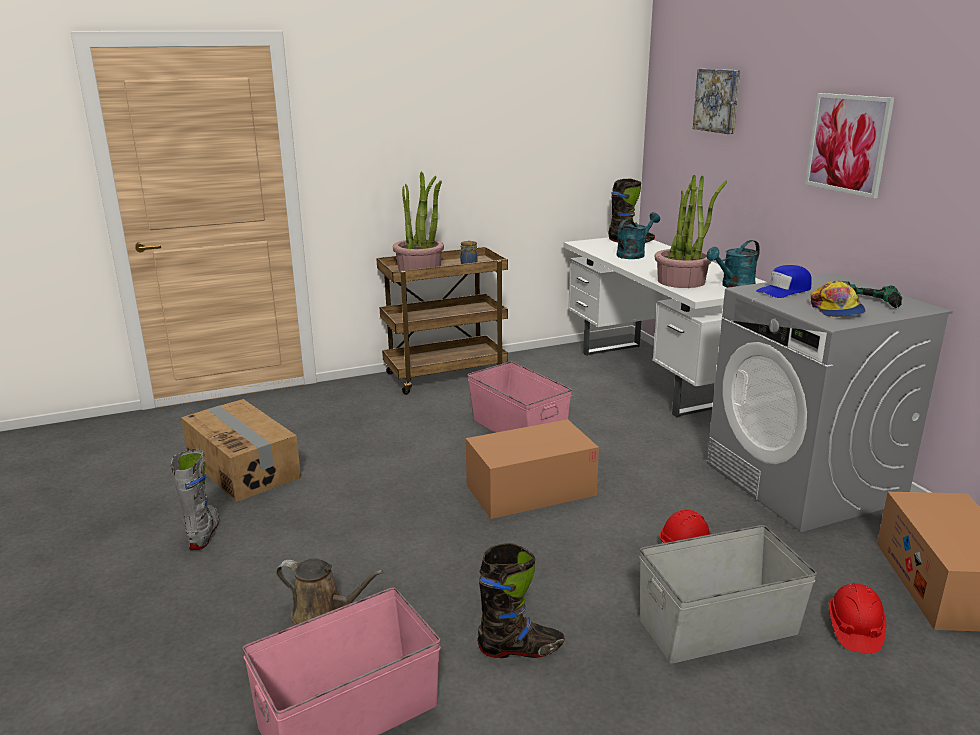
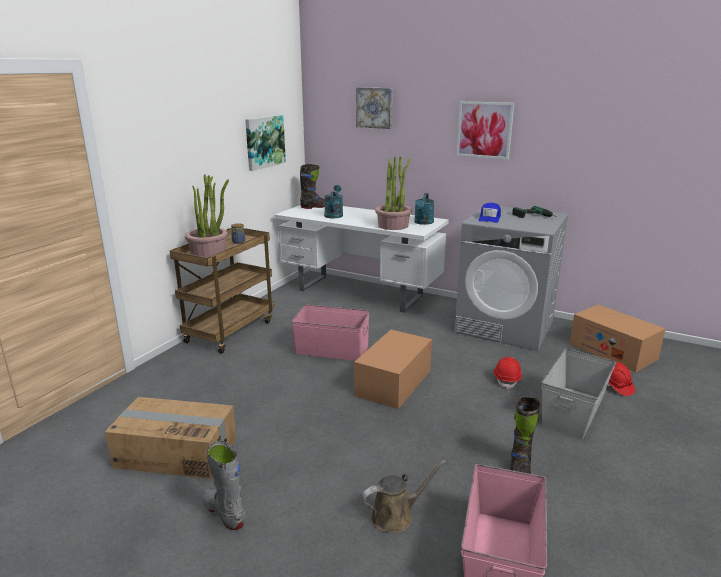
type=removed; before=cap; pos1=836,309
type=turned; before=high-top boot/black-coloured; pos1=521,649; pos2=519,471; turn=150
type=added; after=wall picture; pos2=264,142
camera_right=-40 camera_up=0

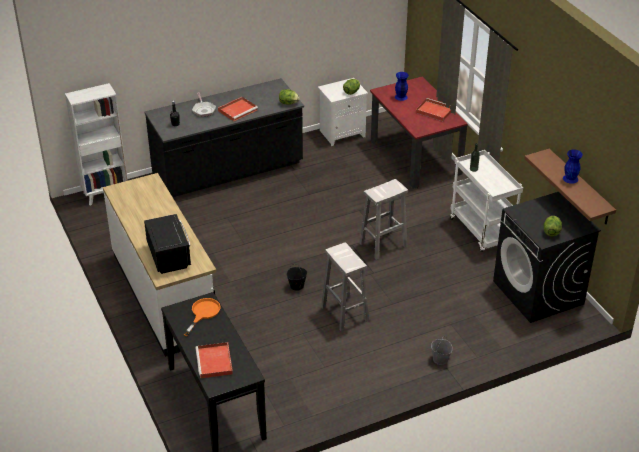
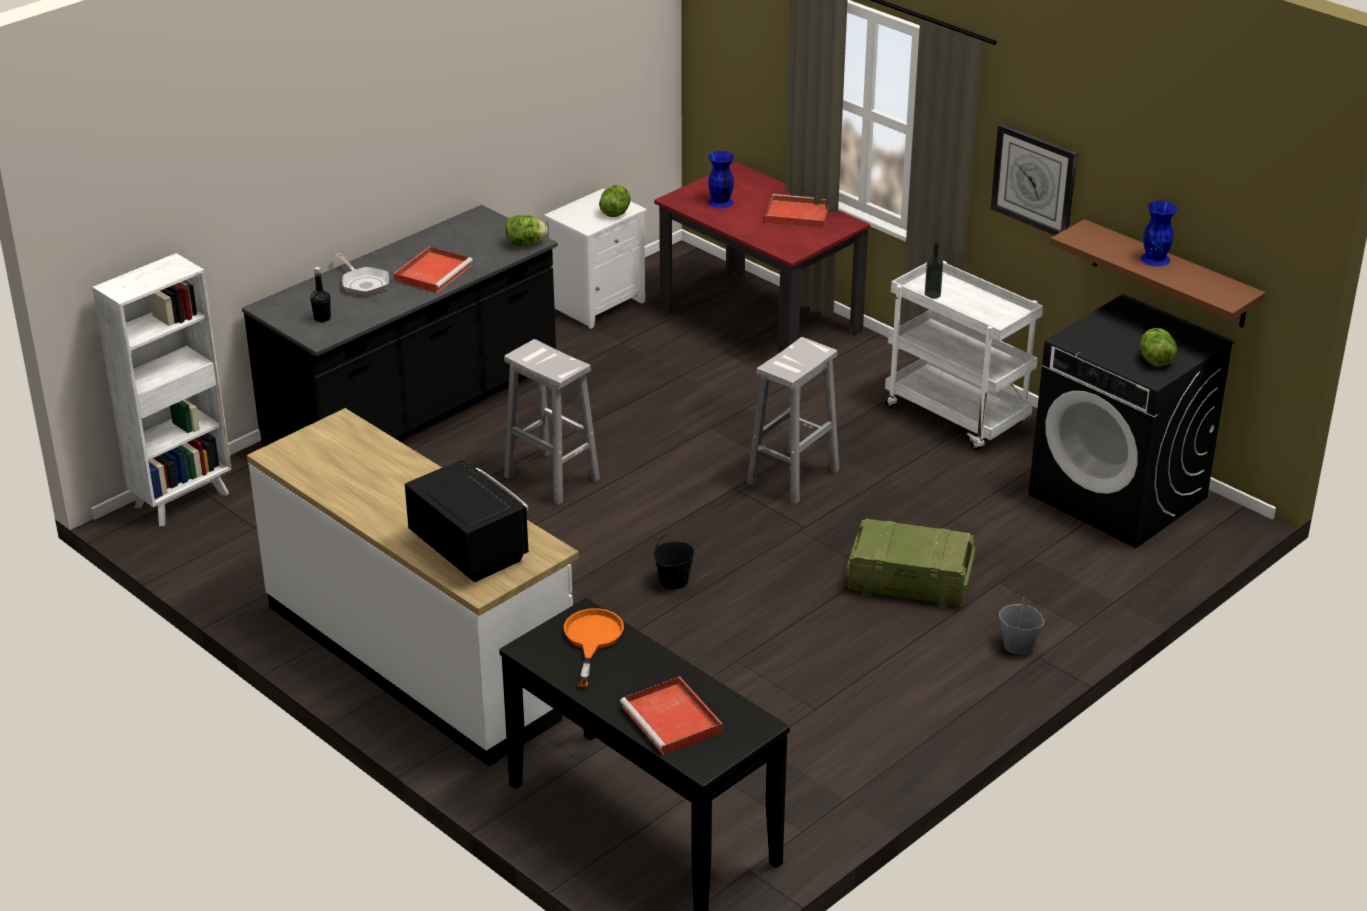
type=moved; before=stool/white-coloured; pos1=345,314; pos2=553,478
type=added; after=clock on the wall; pos2=1034,180
type=added; after=packing crate; pos2=911,581
camera_right=-20 camera_up=-5

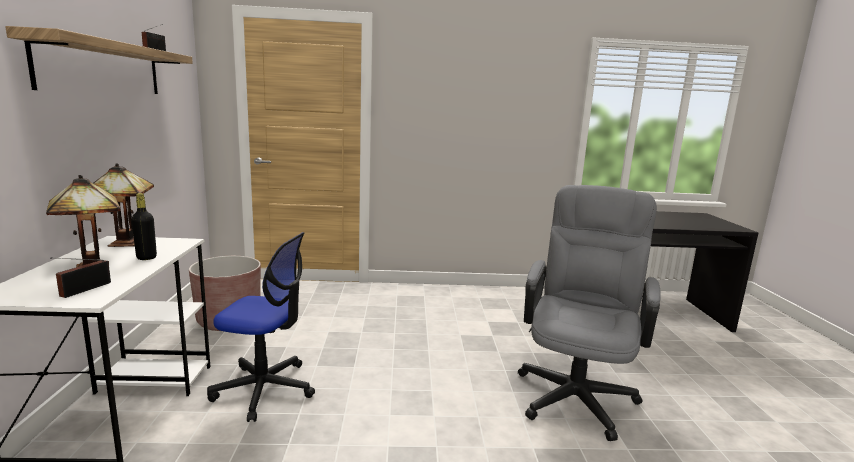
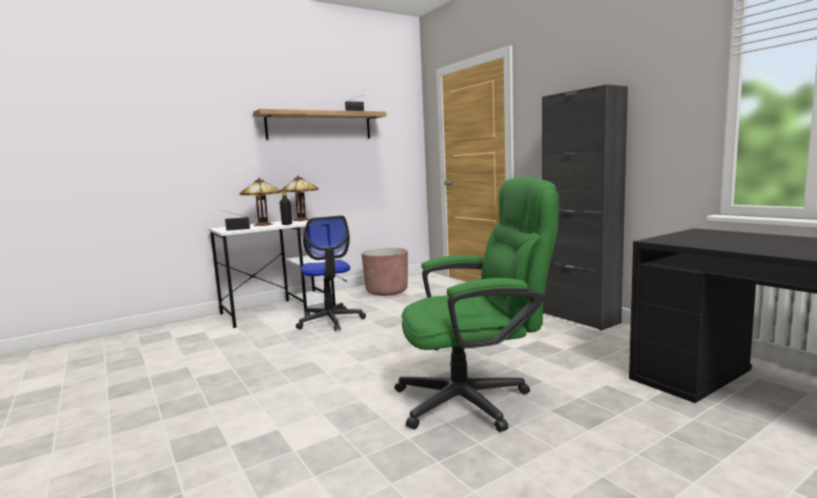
type=recoloured; before=computer chair/greyish; after=computer chair/greenish; pos1=577,391; pos2=475,399
type=added; after=storage cabinet/black-coloured; pos2=580,318
camera_right=60 camera_up=-5

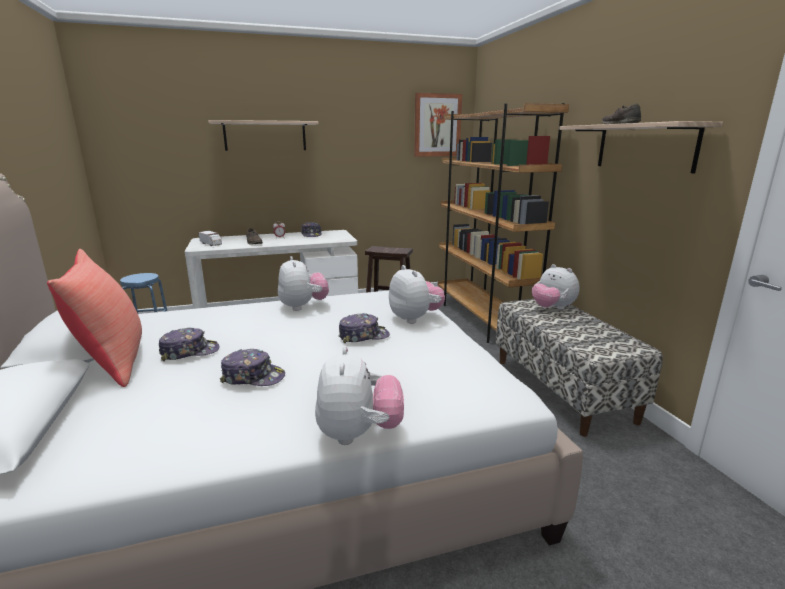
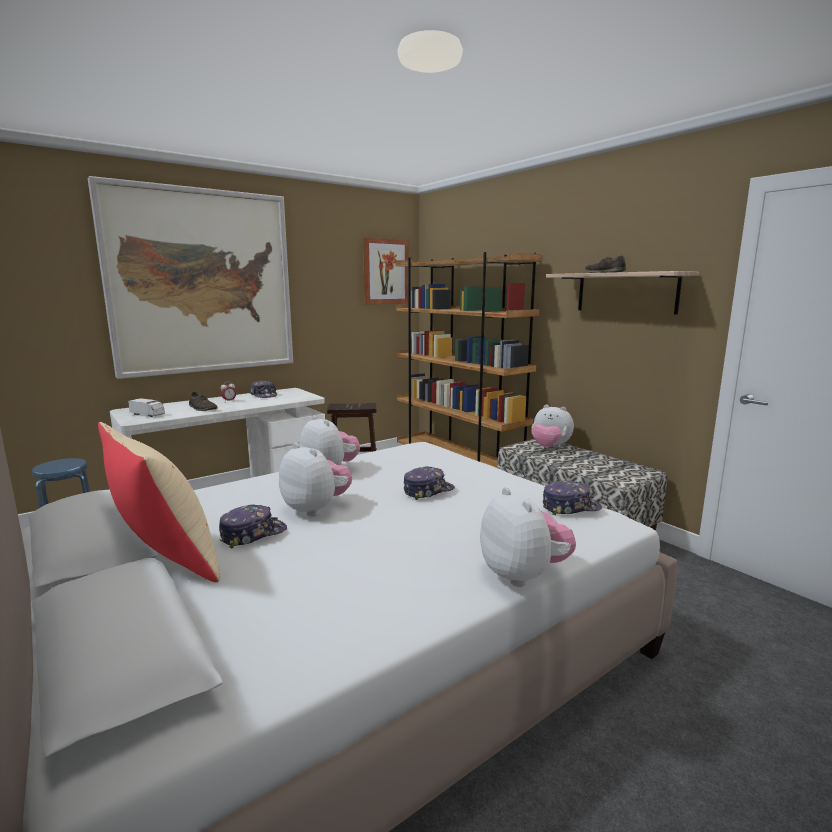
type=replaced; before=shelf; after=wall picture; pos1=265,136; pos2=202,282
type=recoloured; before=throw pillow/red; after=throw pillow/beige-coloured; pos1=113,361; pos2=165,559
type=moved; before=plush toy; pos1=415,318; pos2=316,509
type=moved; before=cap; pos1=253,377; pos2=570,507
camera_right=-20 camera_up=-5

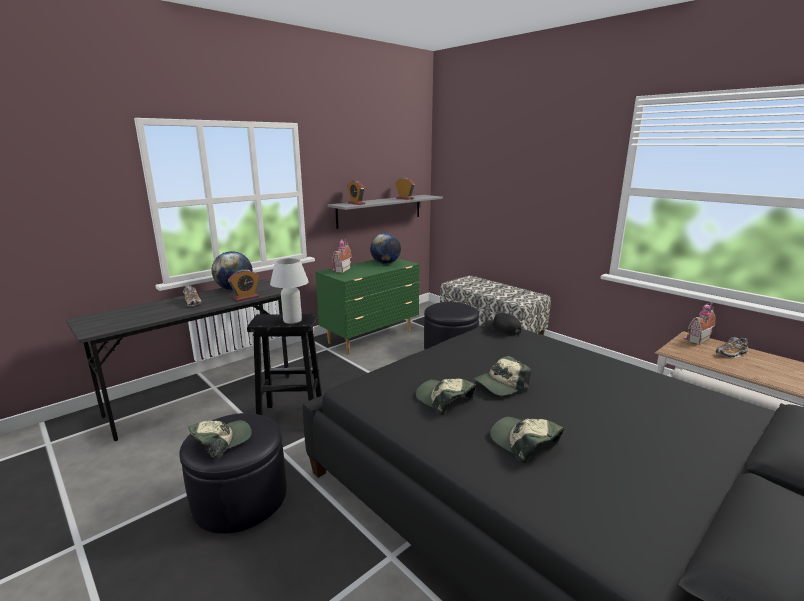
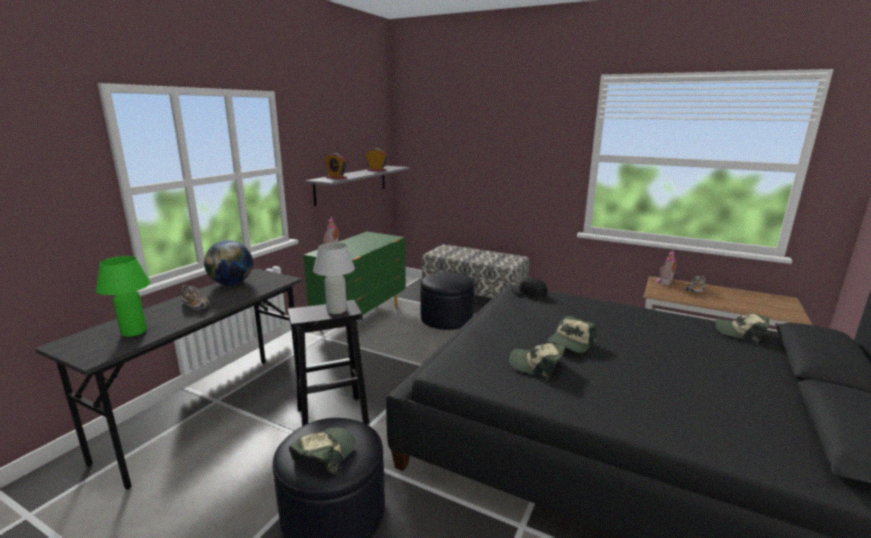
type=removed; before=world globe; pos1=385,263
type=removed; before=table clock; pos1=246,297
type=moved; before=cap; pos1=524,443; pos2=740,333
type=added; after=tabletop lamp/greenish; pos2=134,332
camera_right=-20 camera_up=0

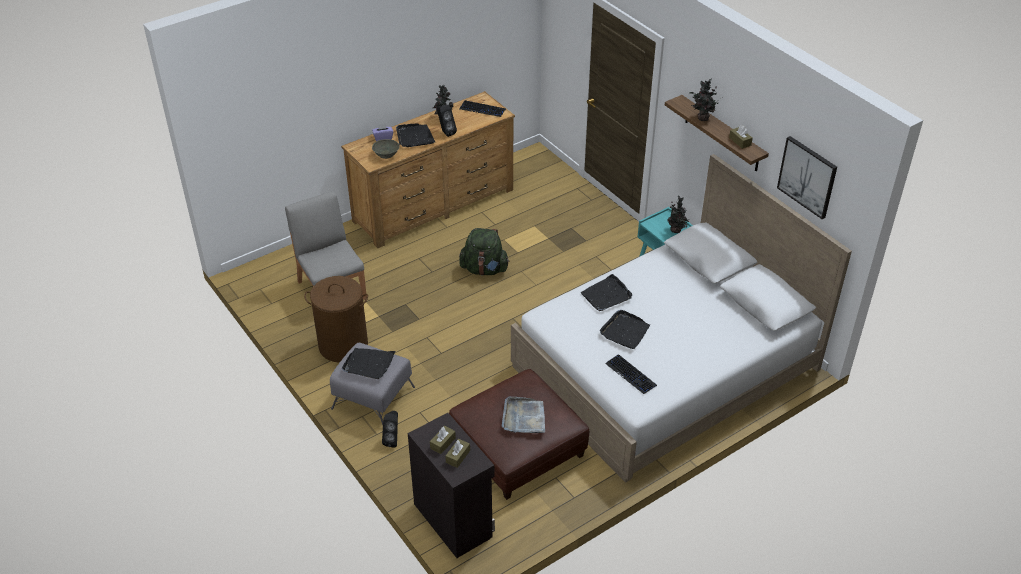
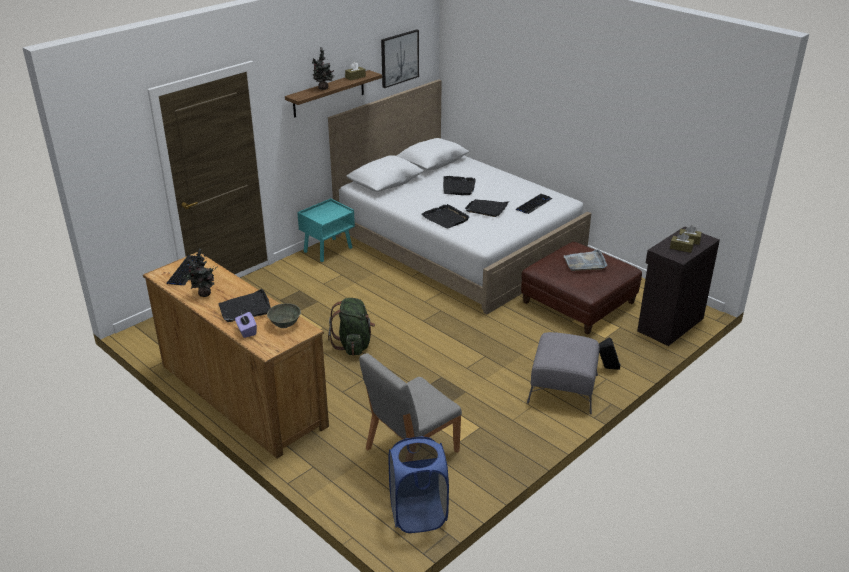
type=removed; before=speaker/black-coloured; pos1=445,132
type=removed; before=plant in a pot; pos1=676,230
type=removed; before=laundry basket/brownish; pos1=343,345
type=moved; before=serving tray/black-coloured; pos1=369,364; pos2=458,187
type=added; after=laundry basket/blue-coloured; pos2=418,514
camera_right=-100 camera_up=-10

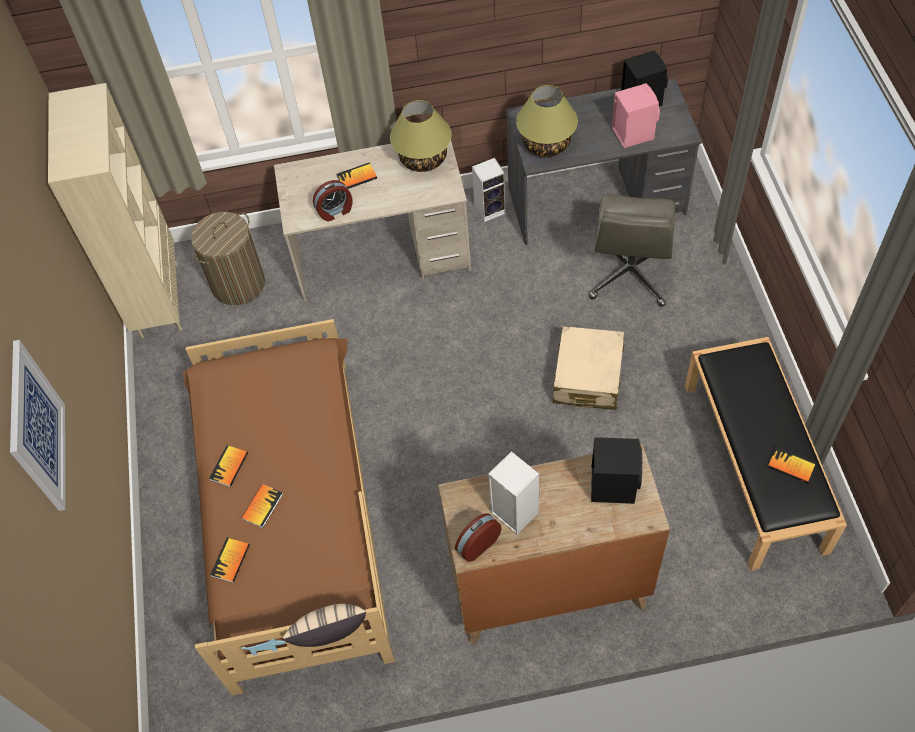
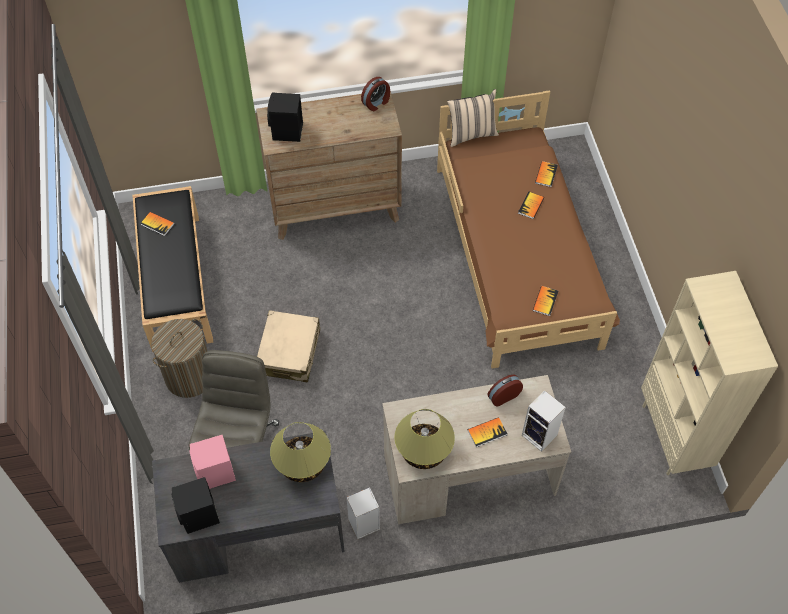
type=moved; before=laundry basket; pos1=238,284; pos2=189,376
type=removed; before=wall picture; pos1=36,427
type=moved; before=book; pos1=229,466; pos2=545,301
type=moved; before=speaker; pos1=513,512; pos2=540,436
camera_right=175 camera_up=0

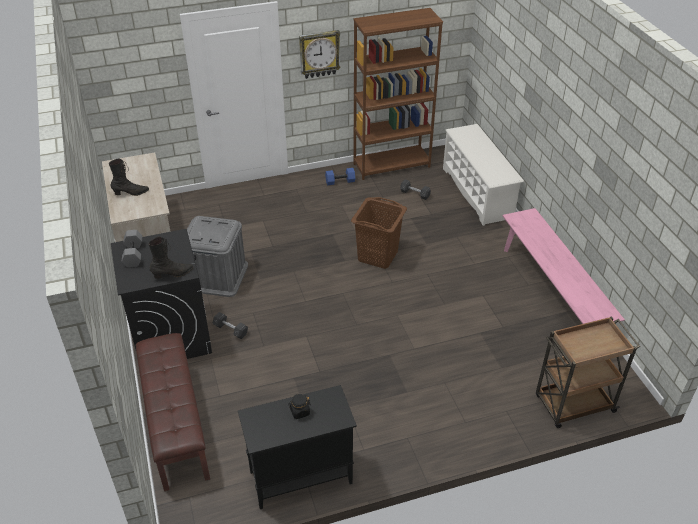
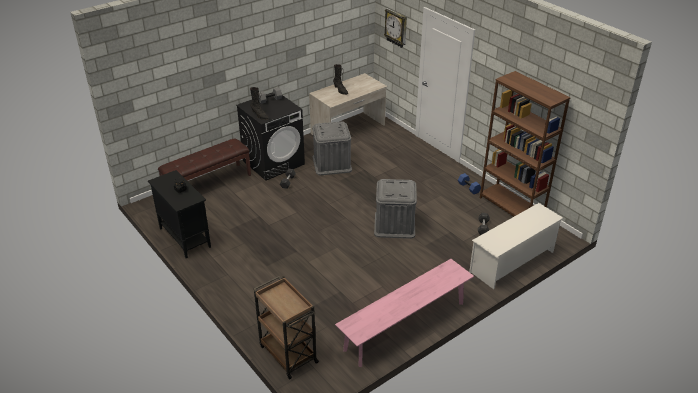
type=moved; before=clock on the wall; pos1=319,54; pos2=396,28
type=replaced; before=laundry basket/brownish; after=storage container/greyish; pos1=378,255; pos2=394,225
camera_right=70 camera_up=-5

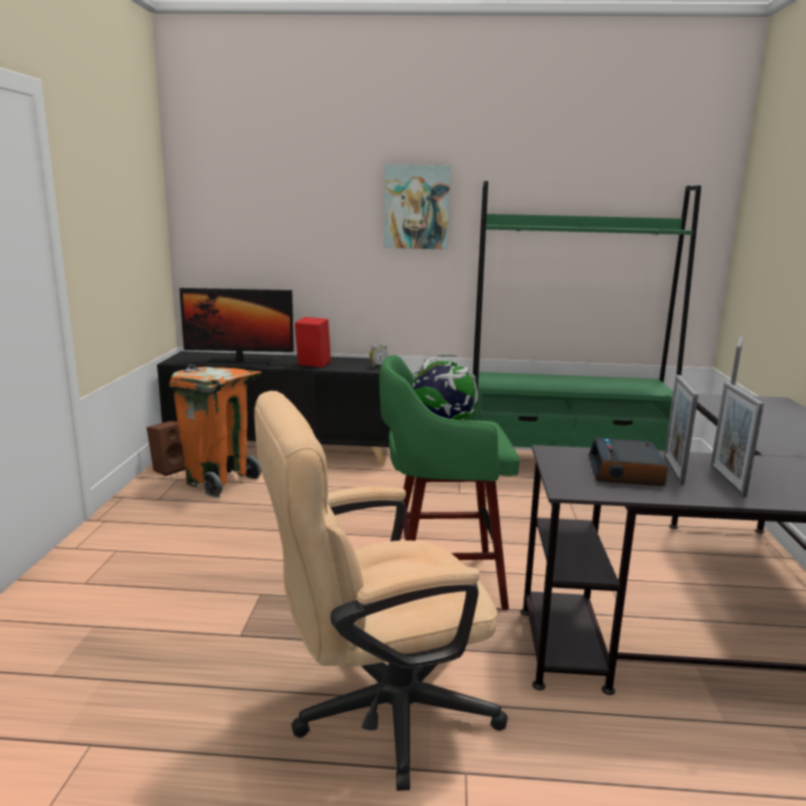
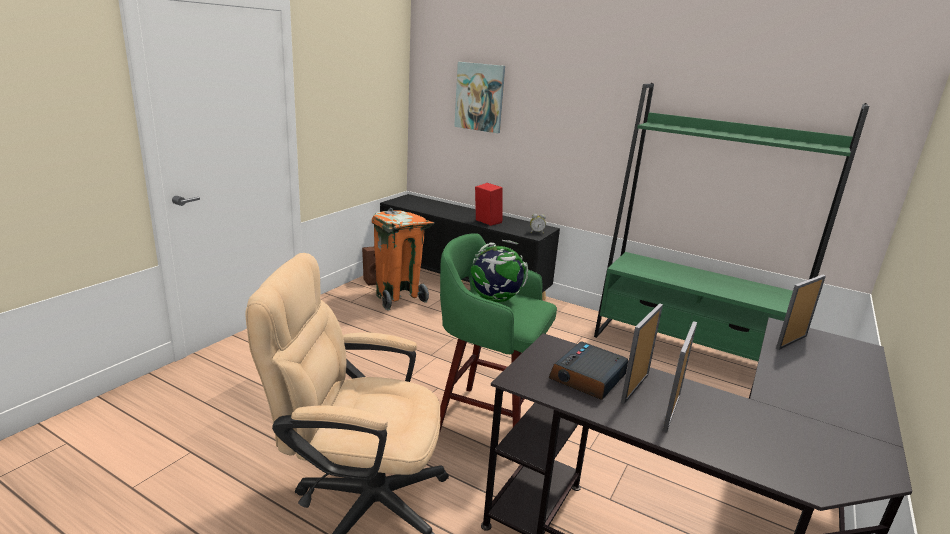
type=moved; before=wall picture; pos1=416,207; pos2=480,97
type=removed; before=monitor; pos1=239,362
camera_right=25 camera_up=5

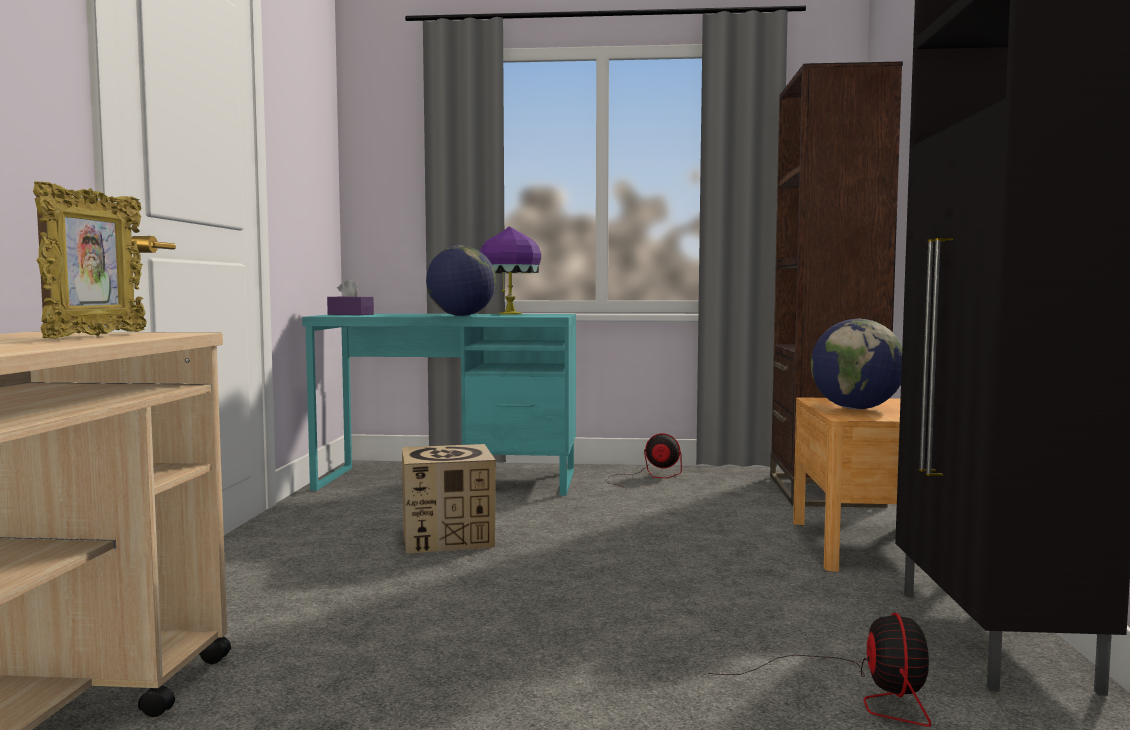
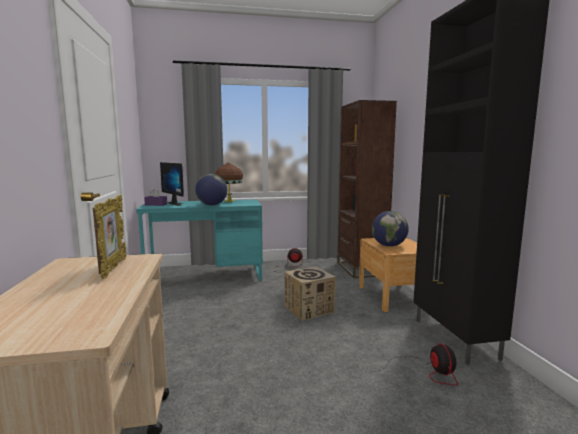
type=recoloured; before=tabletop lamp/purple-coloured; after=tabletop lamp/brownish; pos1=510,314; pos2=229,201
type=moved; before=carton; pos1=448,537; pos2=309,309
type=added; after=monitor; pos2=177,203
camera_right=-15 camera_up=5

